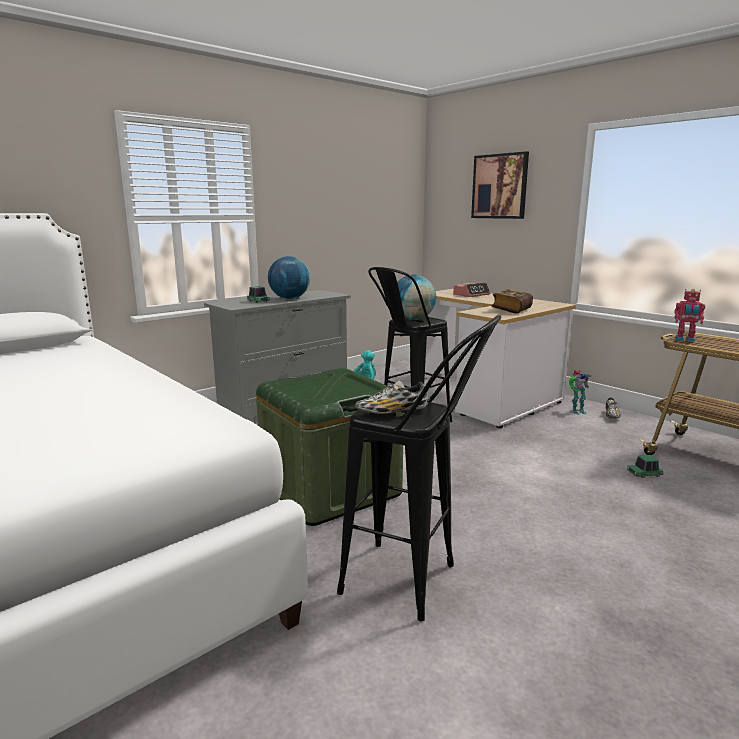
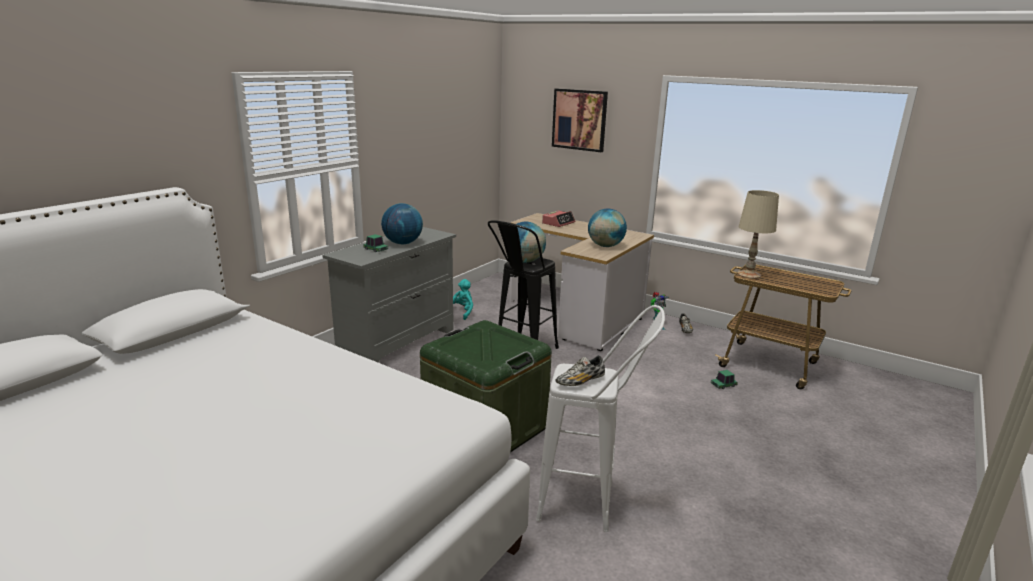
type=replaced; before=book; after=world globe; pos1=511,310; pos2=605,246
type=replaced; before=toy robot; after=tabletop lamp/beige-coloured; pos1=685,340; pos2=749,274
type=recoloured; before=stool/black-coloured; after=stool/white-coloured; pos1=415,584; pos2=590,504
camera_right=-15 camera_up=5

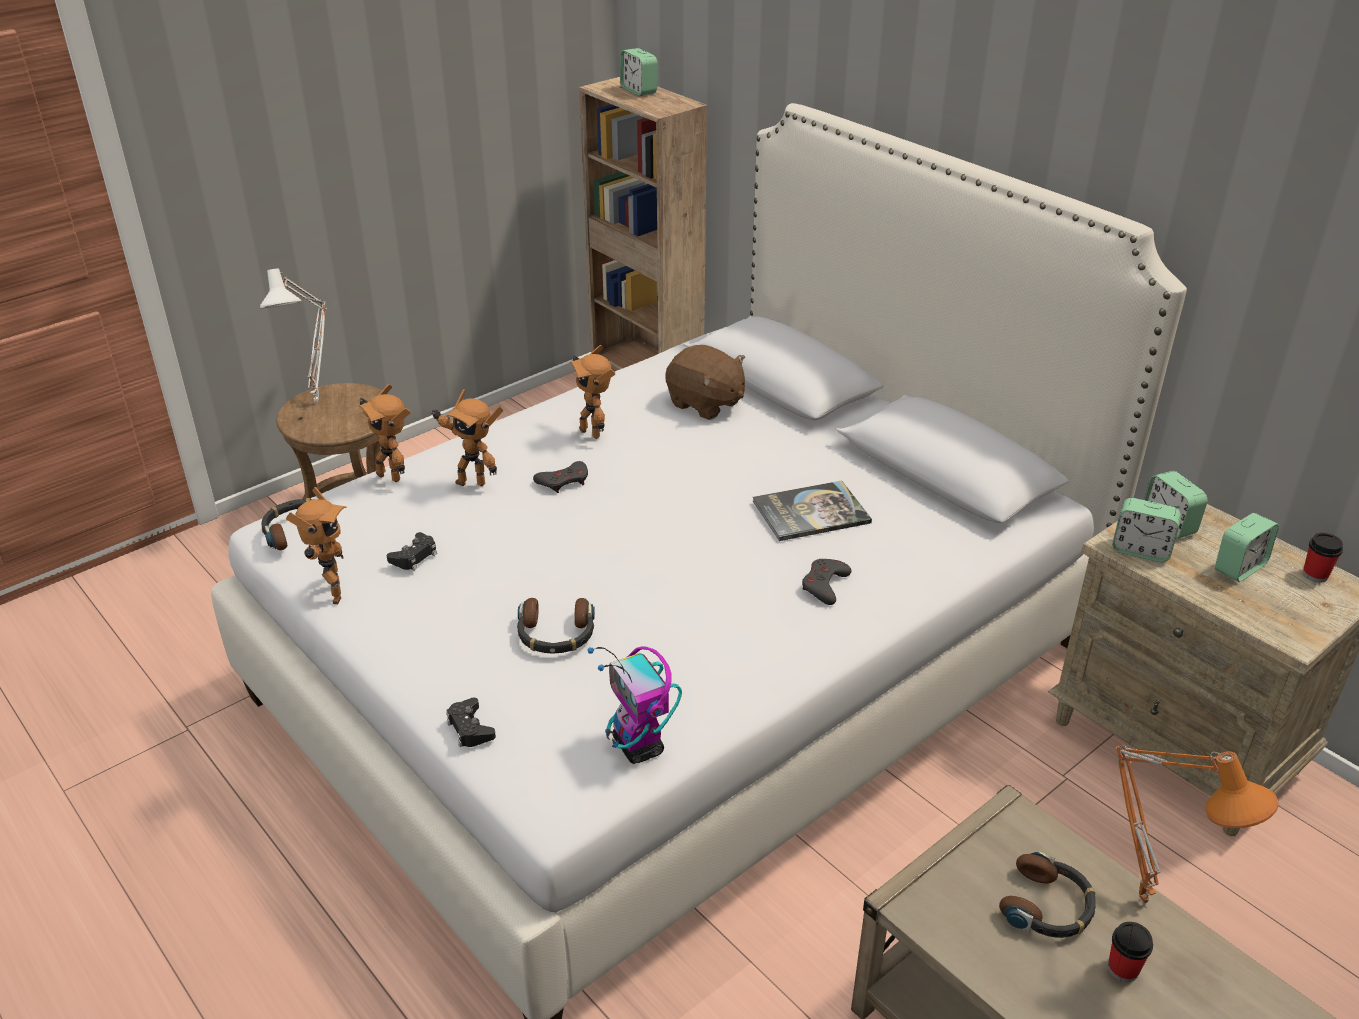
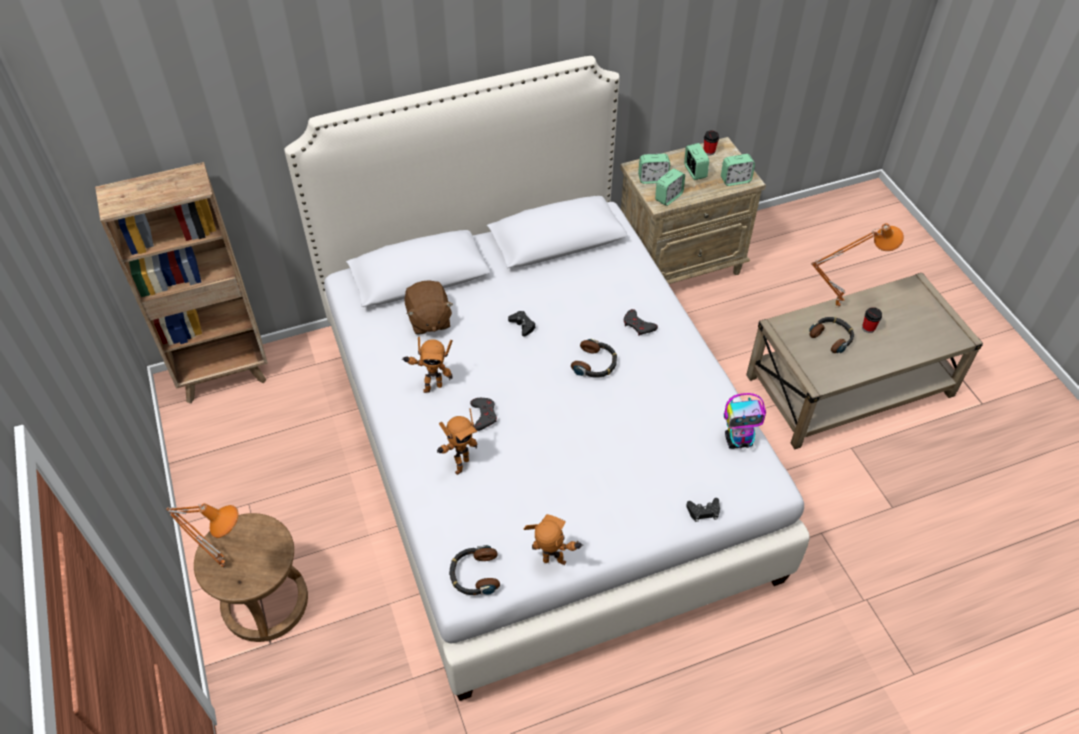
type=moved; before=table clock; pos1=639,90; pos2=735,180
type=recoloured; before=tabletop lamp/white-coloured; after=tabletop lamp/orangey; pos1=320,404; pos2=225,565
type=turned; before=plush toy/brownish; pos1=705,404; pos2=429,320; turn=105
type=removed; before=toy robot; pos1=391,475
type=removed; before=book; pos1=811,512
type=moved; before=game controller/black-coloured; pos1=414,556; pos2=522,325
type=moved; before=pair of headphones; pos1=555,634; pos2=595,364
camera_right=-70 camera_up=15

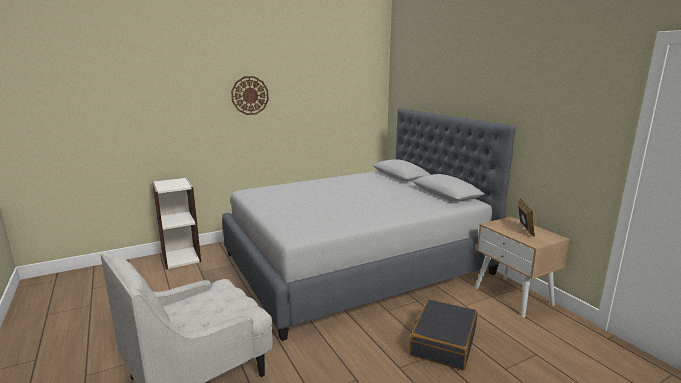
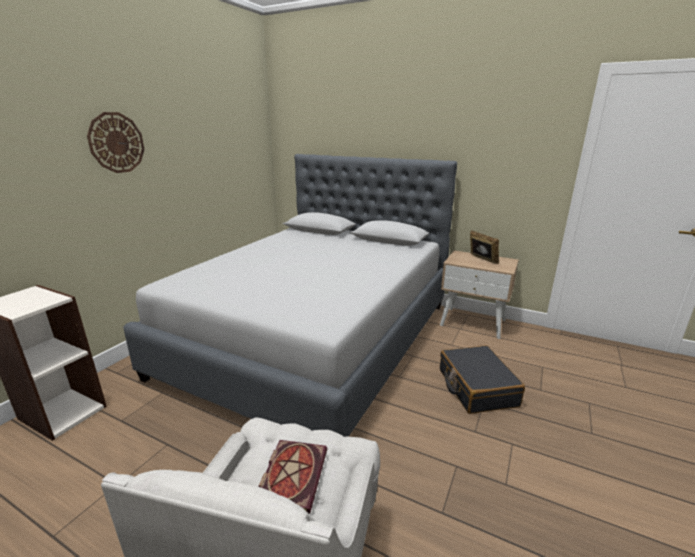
type=added; after=book; pos2=292,475
camera_right=-35 camera_up=5

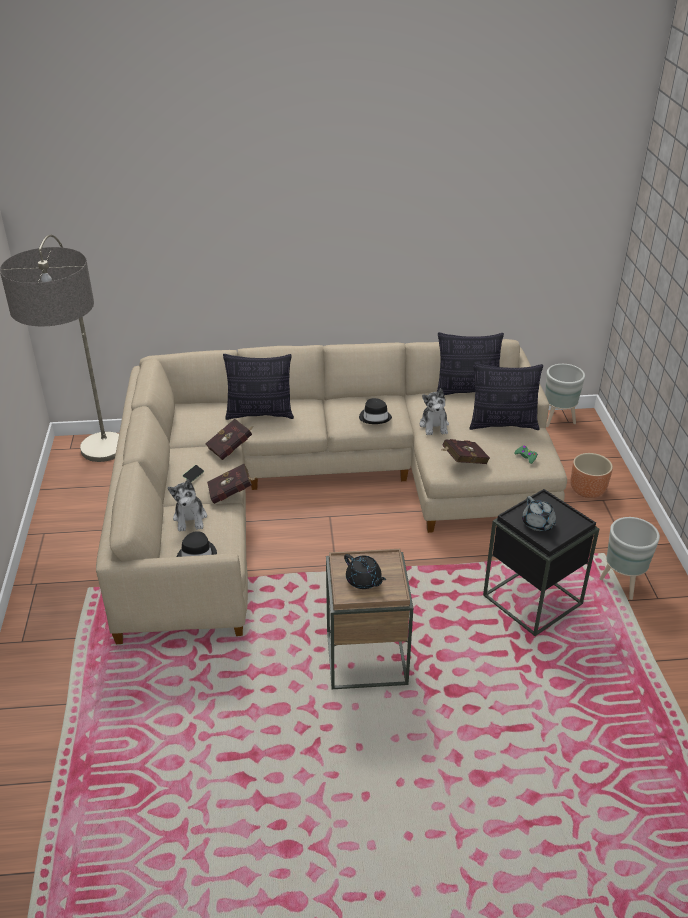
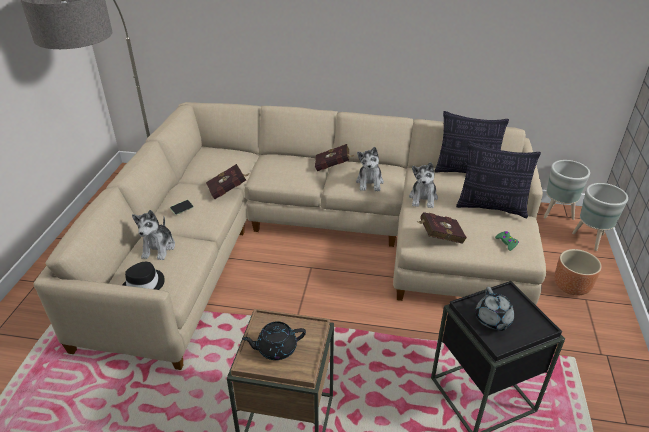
type=removed; before=throw pillow; pos1=260,414
type=replaced; before=clothing hat/black-coloured; after=plush toy; pos1=375,417; pos2=370,182
type=moved; before=book/red; pos1=232,493; pos2=333,166
type=moved; before=flower pot/greyish; pos1=621,583; pos2=590,239
type=turned; before=pot for tea/black-coloured; pos1=364,581; pos2=276,348; turn=105
camera_right=15 camera_up=0

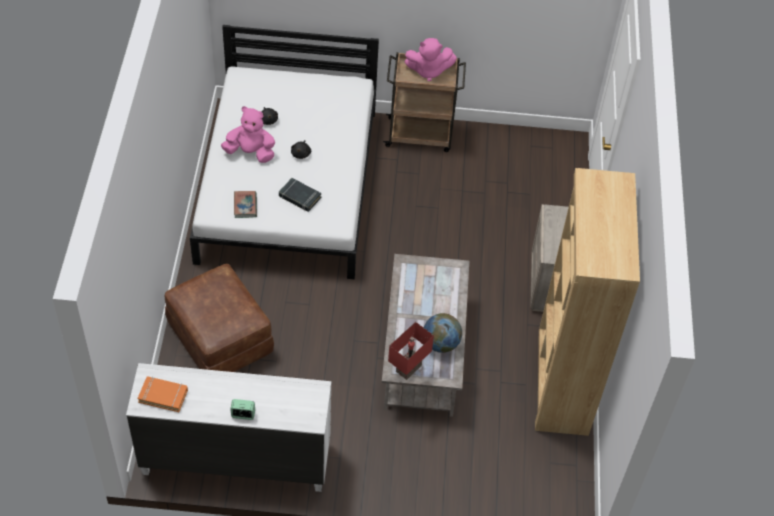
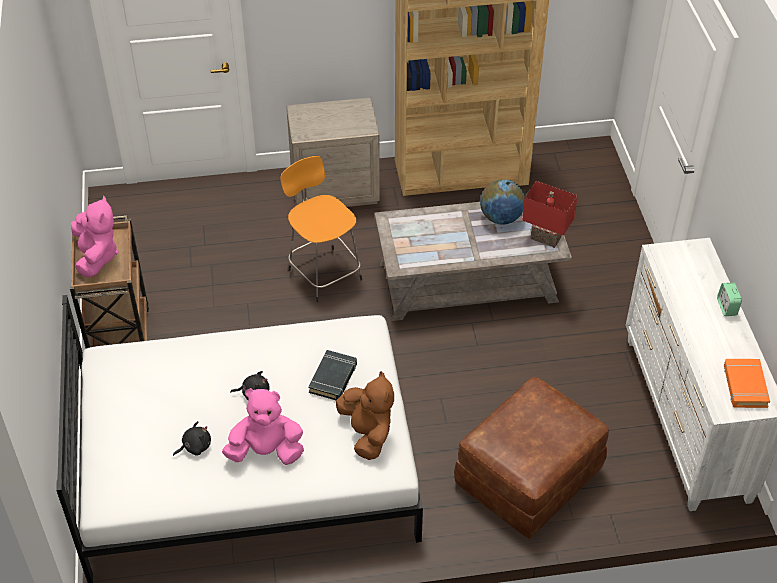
type=turned; before=plush toy/pink-coloured; pos1=250,152; pos2=266,451; turn=90
type=replaced; before=book; after=plush toy/brownish; pos1=245,206; pos2=367,433
type=added; after=stool/orangey; pos2=323,273
camera_right=-100 camera_up=-5

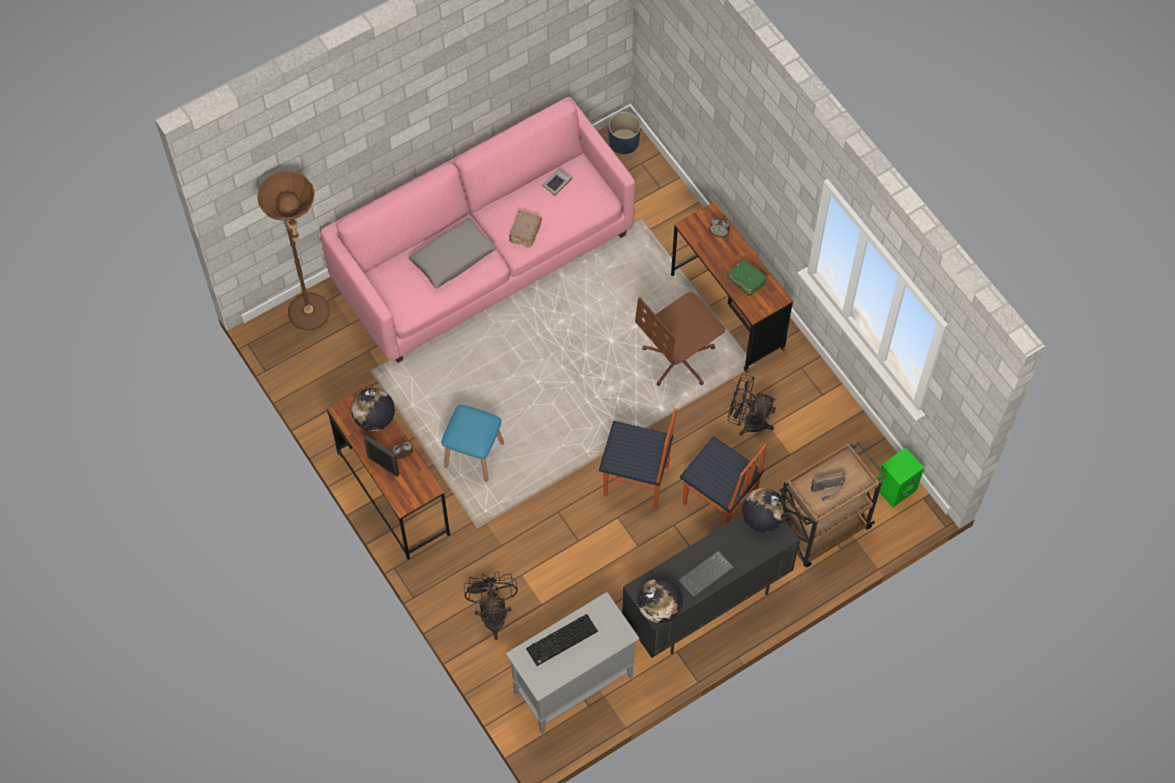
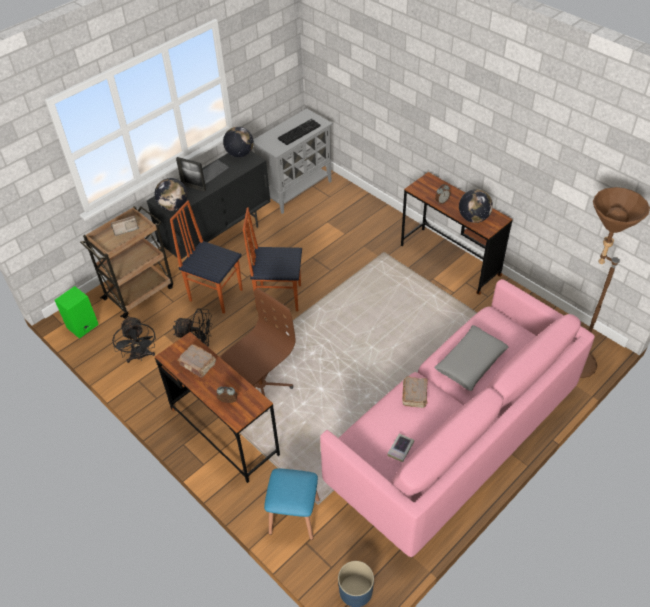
type=recoloured; before=book/greenish; after=book/brownish; pos1=746,280; pos2=198,365
type=moved; before=stool/blue-coloured; pos1=474,454; pos2=294,516
type=moved; before=photo frame; pos1=383,466; pos2=193,187
type=moved; before=cooling fan/black-coloured; pos1=493,613; pos2=140,356
camera_right=170 camera_up=-15

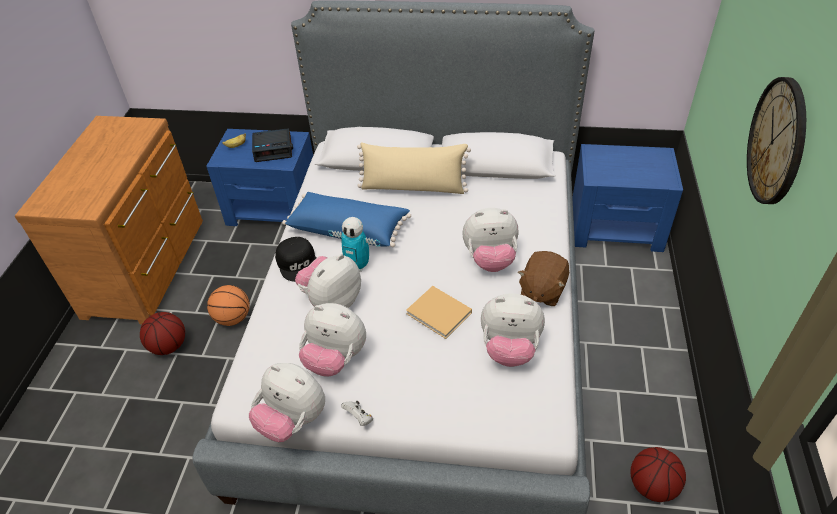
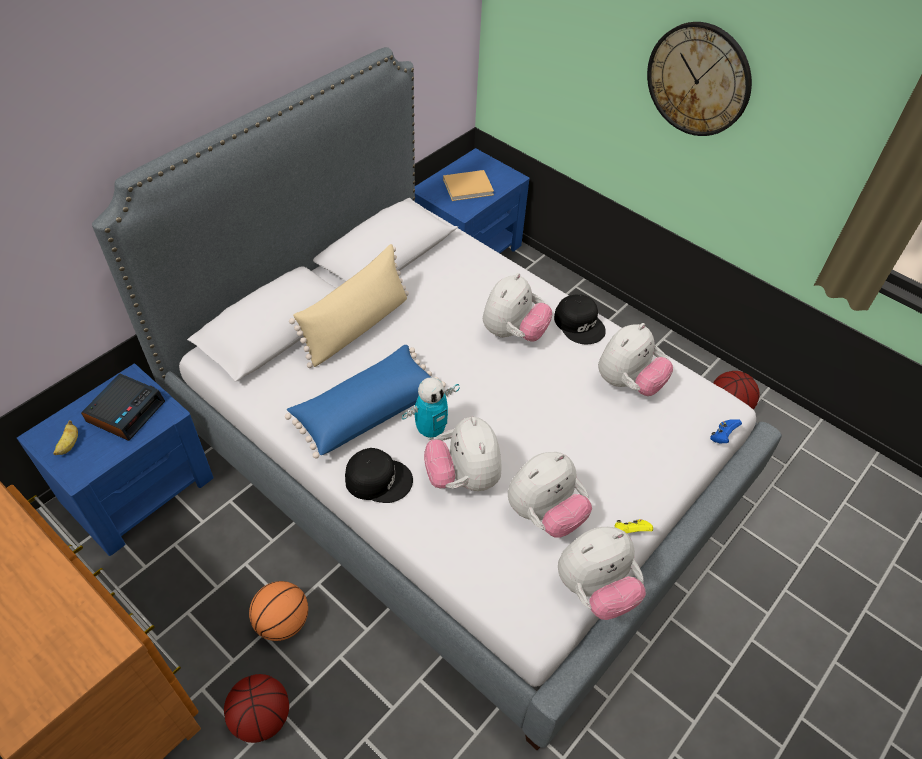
type=replaced; before=plush toy/brownish; after=cap/black-coloured; pos1=542,290; pos2=580,323
type=moved; before=book/beige-coloured; pos1=440,314; pos2=469,187
type=recoloured; before=game controller/white-coloured; after=game controller/yellow; pos1=359,418; pos2=629,532
type=added; after=game controller/blue-coloured; pos2=722,436
camera_right=-60 camera_up=5

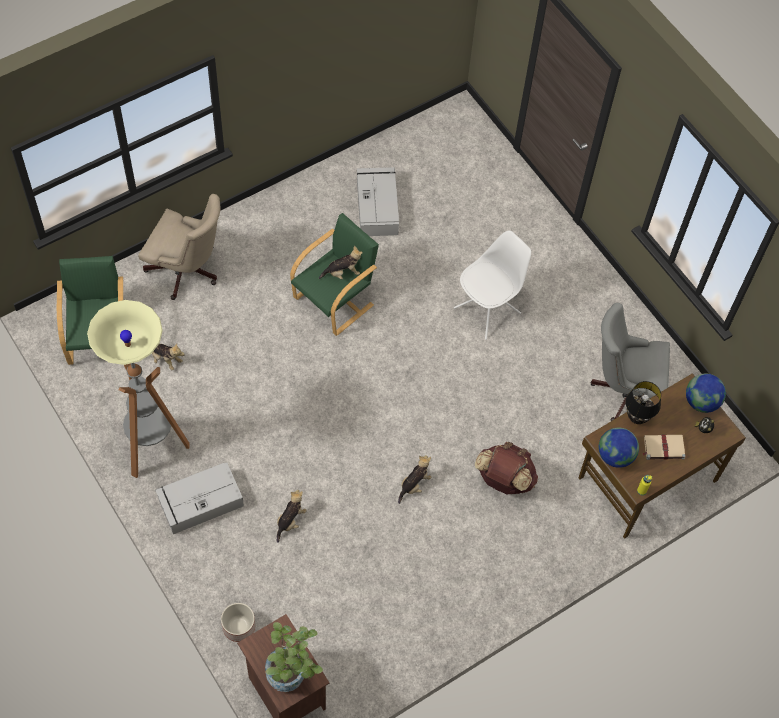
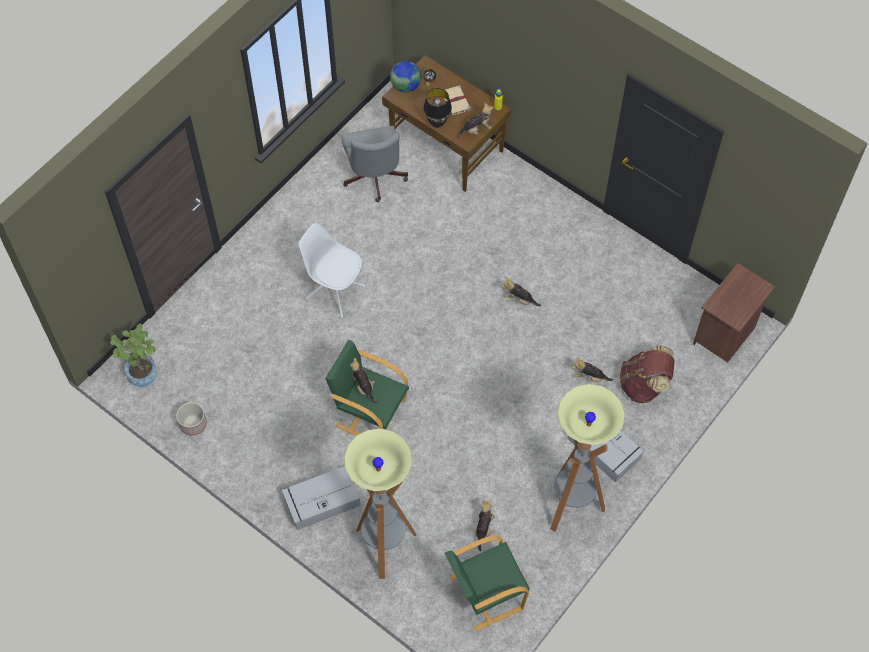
type=moved; before=storage container/greyish; pos1=377,206; pos2=321,502
type=replaced; before=computer chair/beige-coloured; after=standard lamp; pos1=187,271; pos2=384,546
type=replaced; before=world globe; after=plush toy; pos1=615,456; pos2=476,129
type=moved; before=knapsack/brownish; pos1=503,479; pos2=644,385
type=moved; before=flower pot; pos1=239,626; pos2=193,423
type=moved; before=plant in a pot; pos1=291,675; pos2=142,371
camera_right=-105 camera_up=0

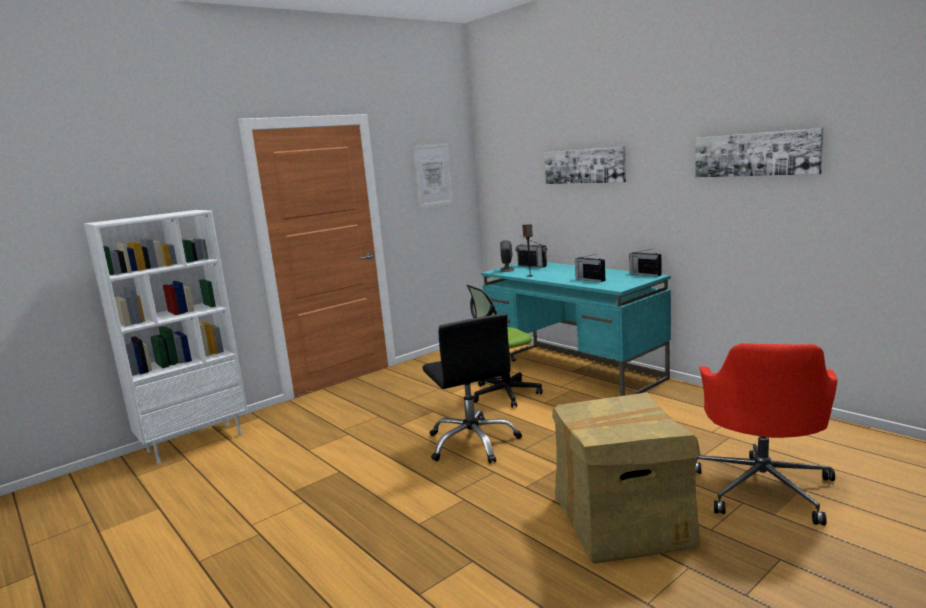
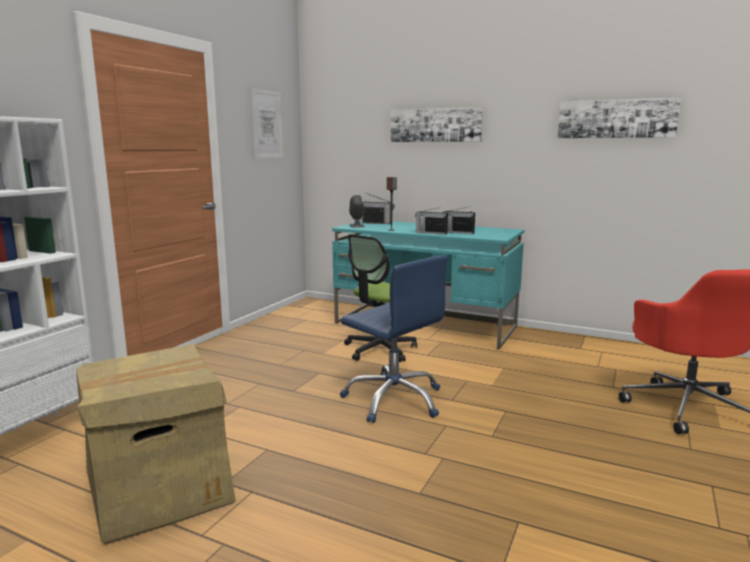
type=moved; before=radio receiver; pos1=644,274; pos2=430,233
type=recoloured; before=computer chair/black-coloured; after=computer chair/blue-coloured; pos1=473,442; pos2=394,399
type=moved; before=carton; pos1=622,521; pos2=158,488
camera_right=-25 camera_up=0

